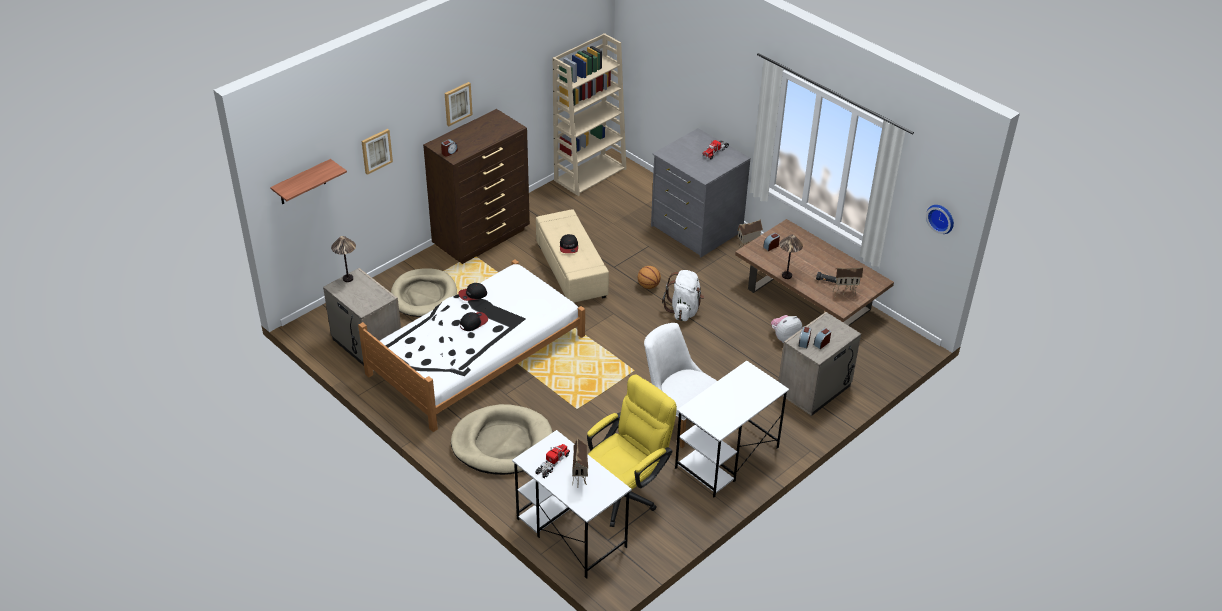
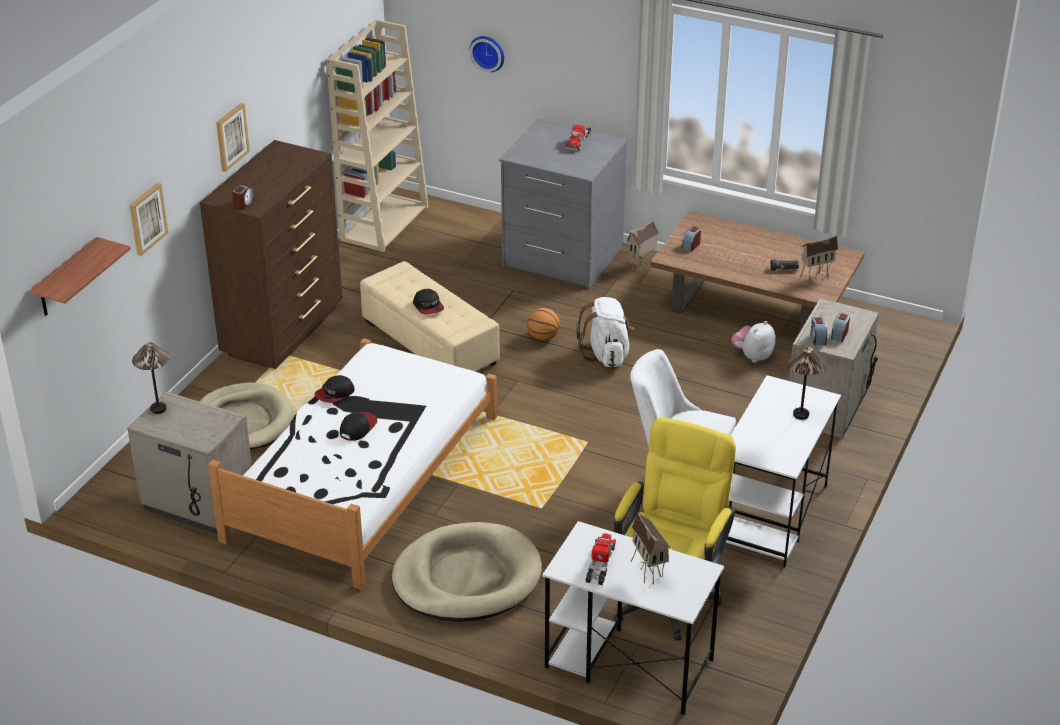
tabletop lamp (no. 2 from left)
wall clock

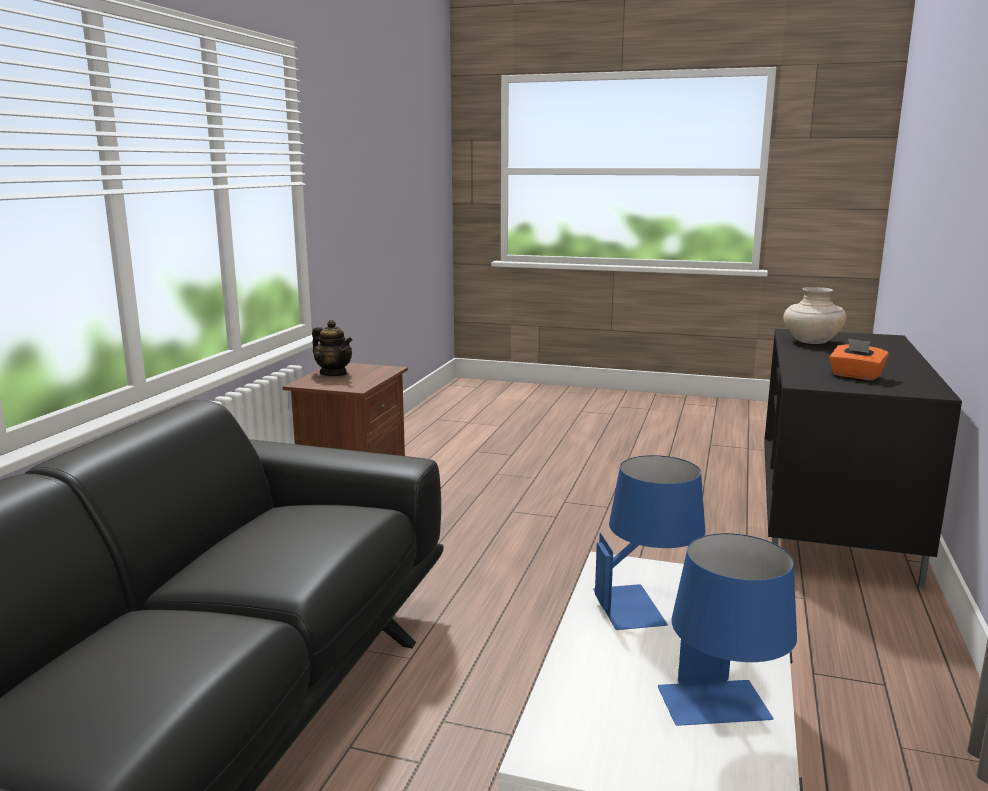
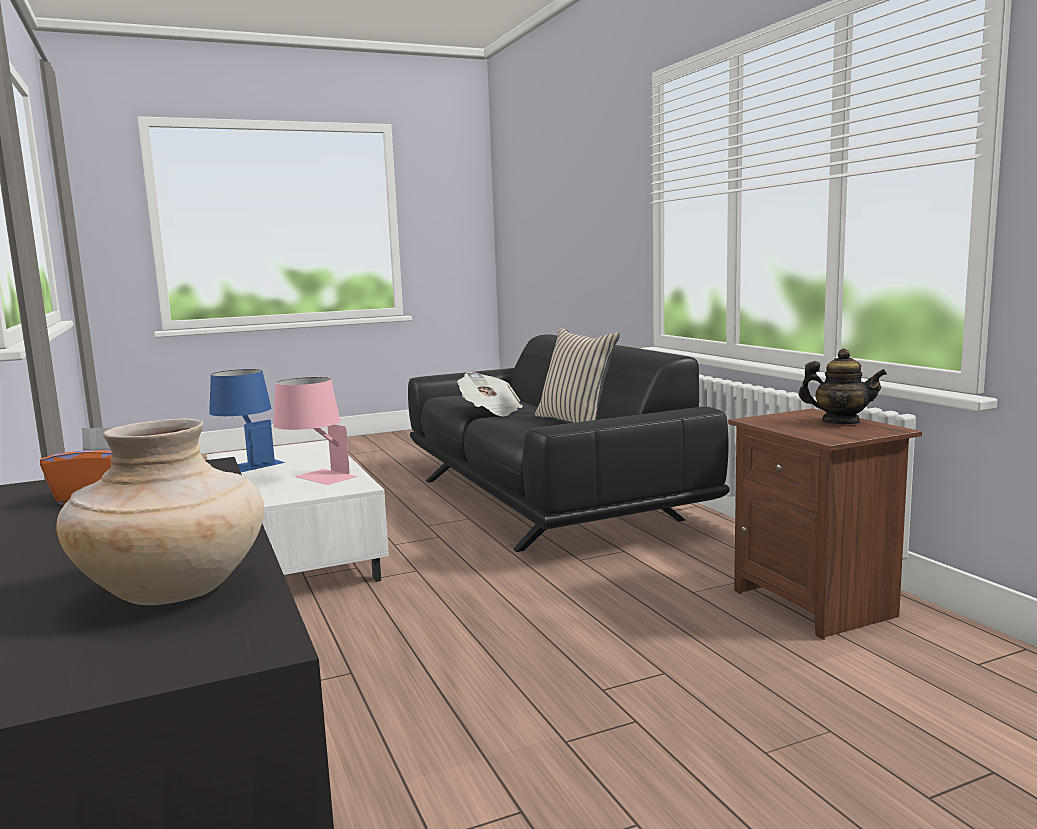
pot for tea
pinkish tabletop lamp
newspaper
beige-coloured pillow

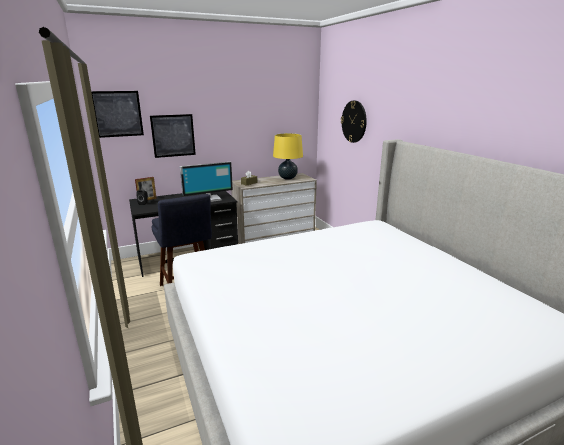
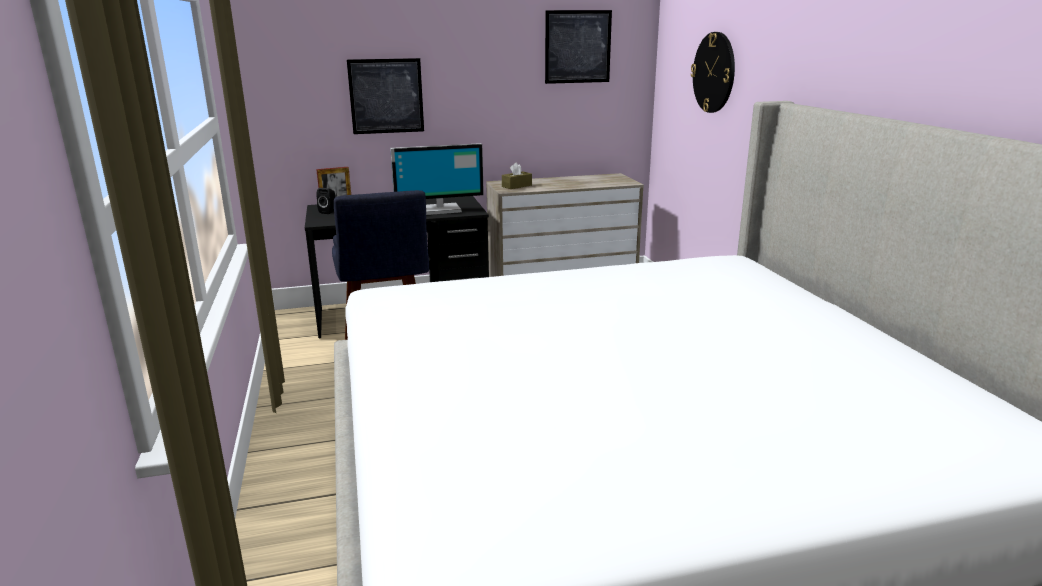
wall art (no. 2 from left)
yellowish tabletop lamp

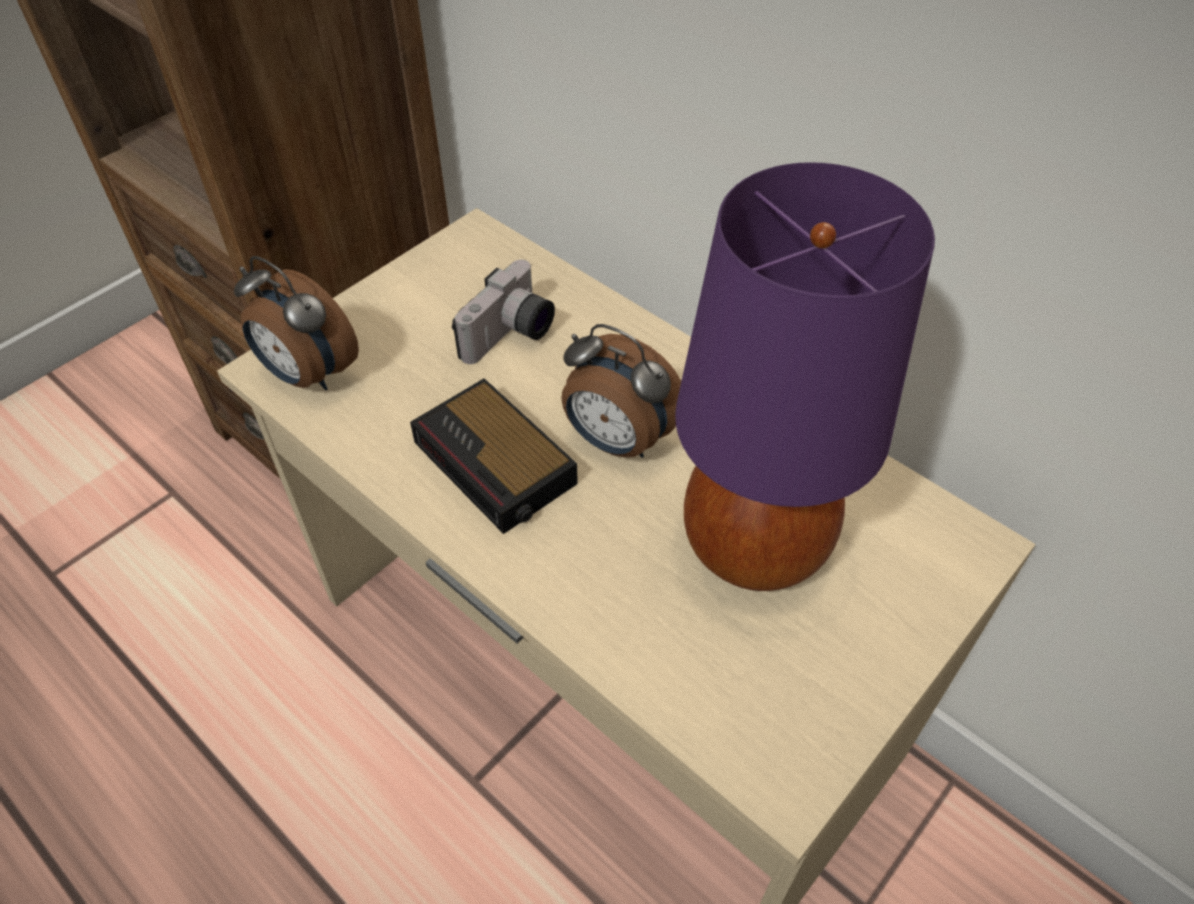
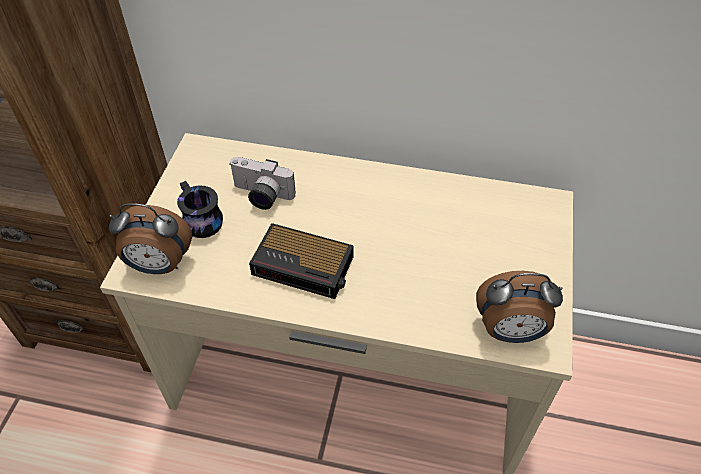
photo camera
alarm clock (no. 3 from left)
purplish tabletop lamp
blackish tea mug

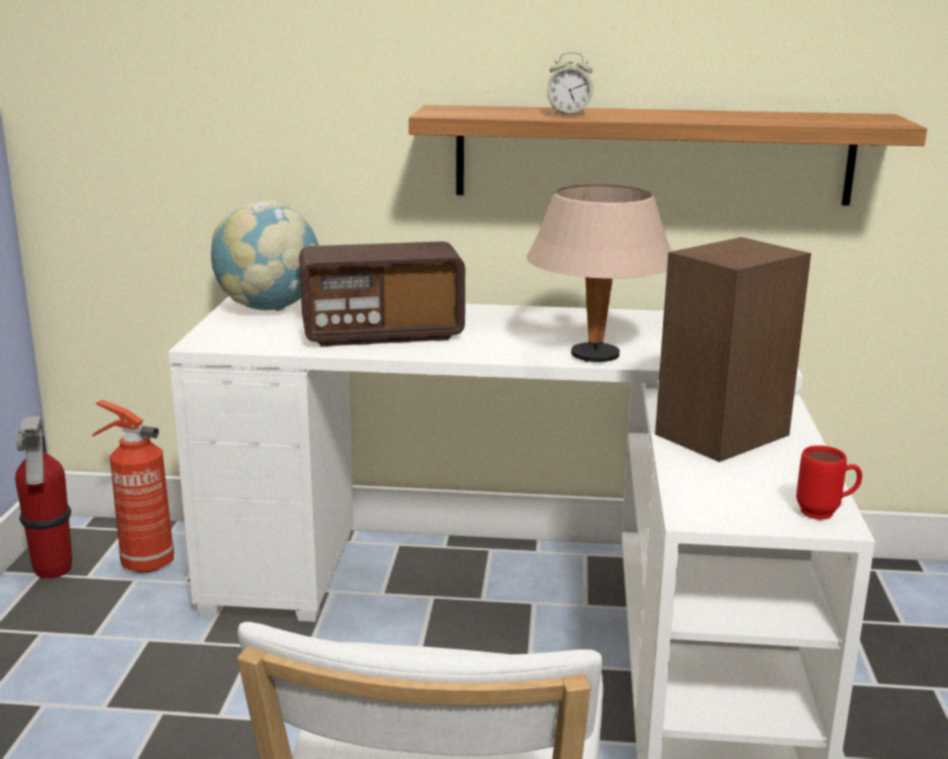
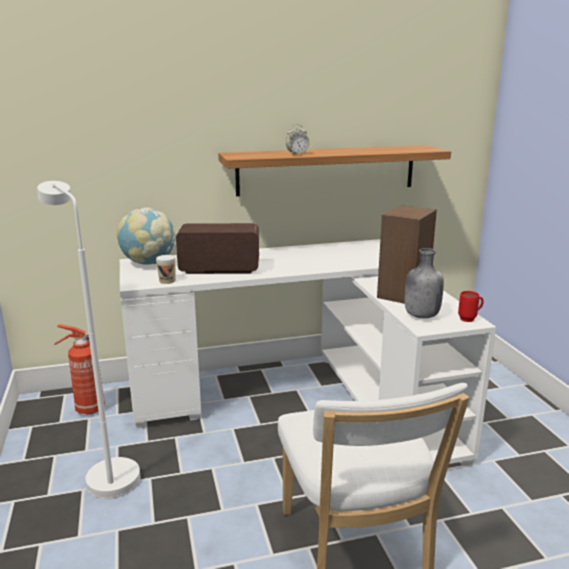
fire-fighting cylinder (no. 1 from left in the first image)
radio set
beige-coloured tabletop lamp
whitish standard lamp
drinking cup
gray drink bottle

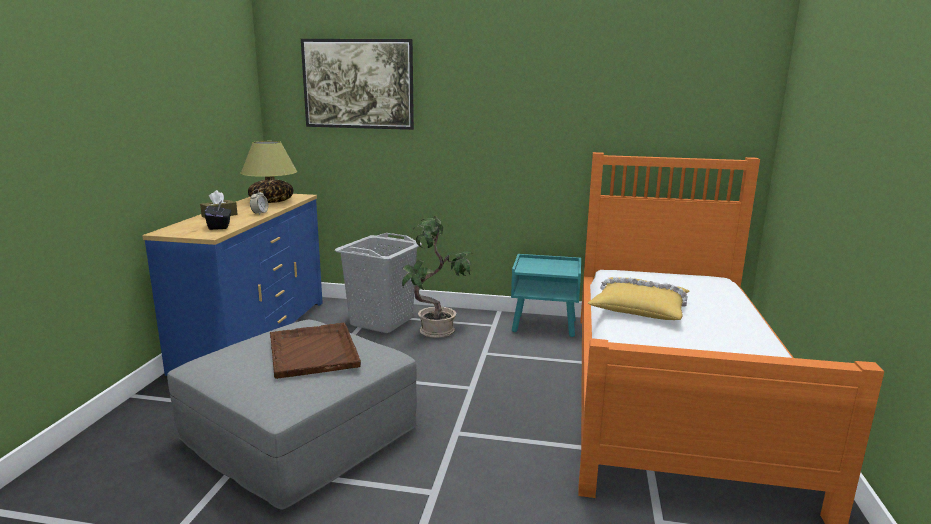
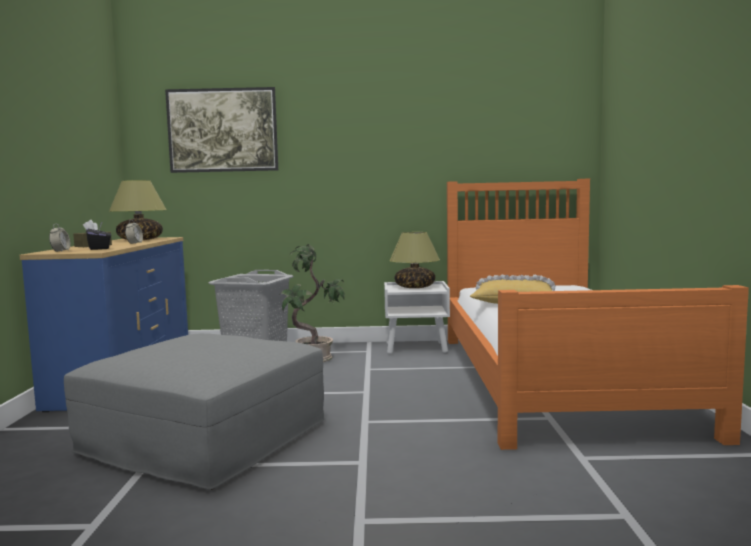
brown carrying tray
whitish nightstand
alarm clock (no. 1 from left)
tabletop lamp (no. 2 from left)

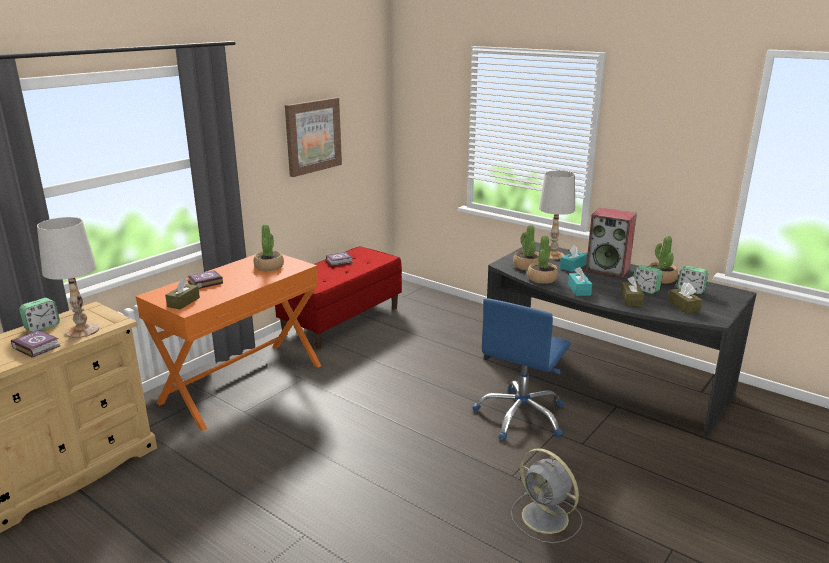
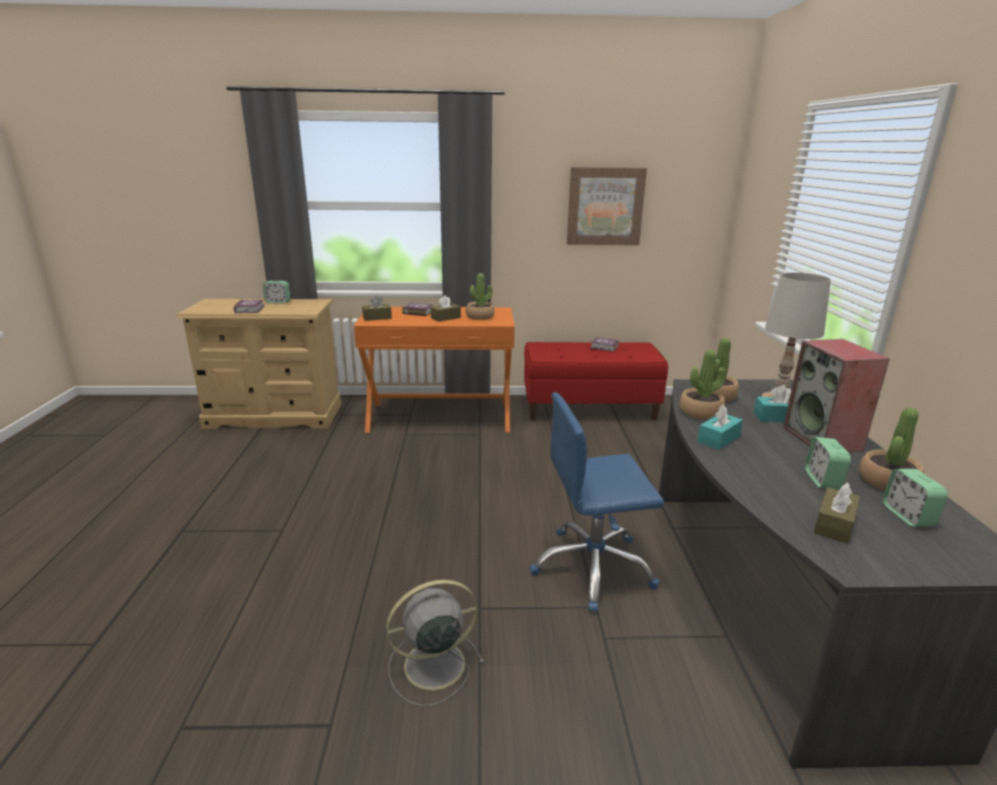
whitish tabletop lamp (no. 1 from left in the first image)
gray electric fan
brown box of tissues (no. 2 from left)

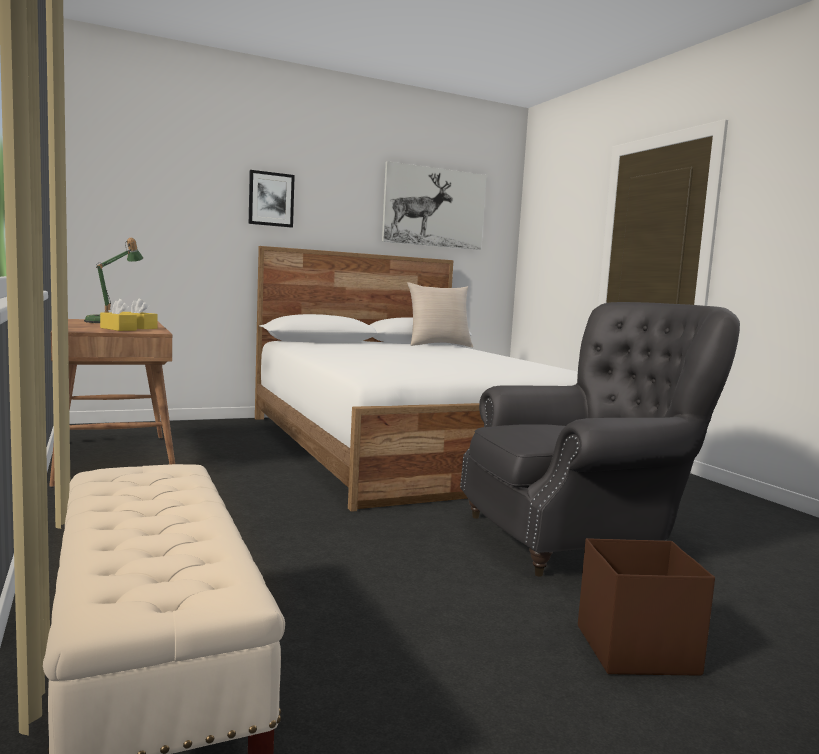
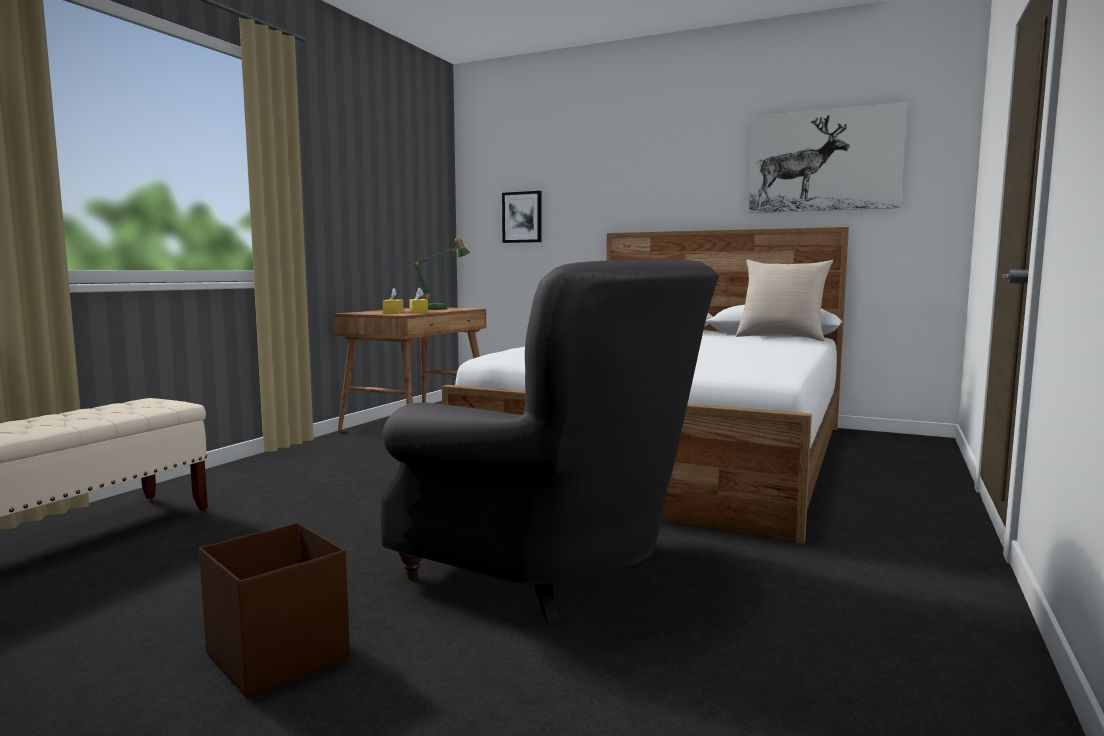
wall art (no. 1 from left)

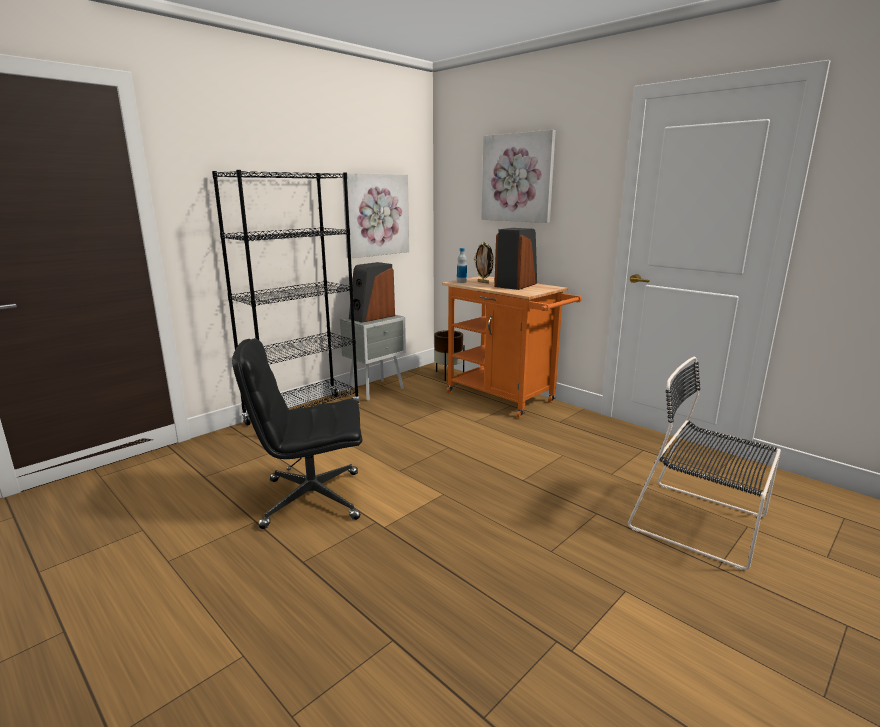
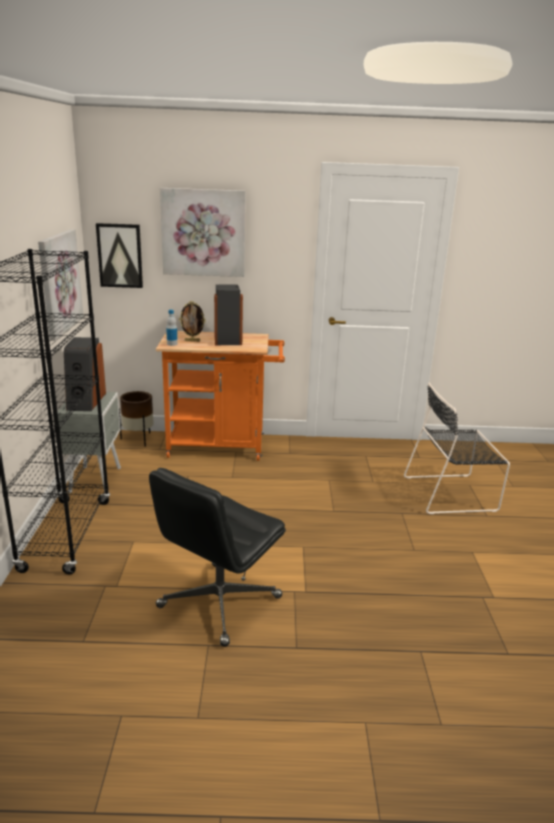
wall art (no. 2 from left)

